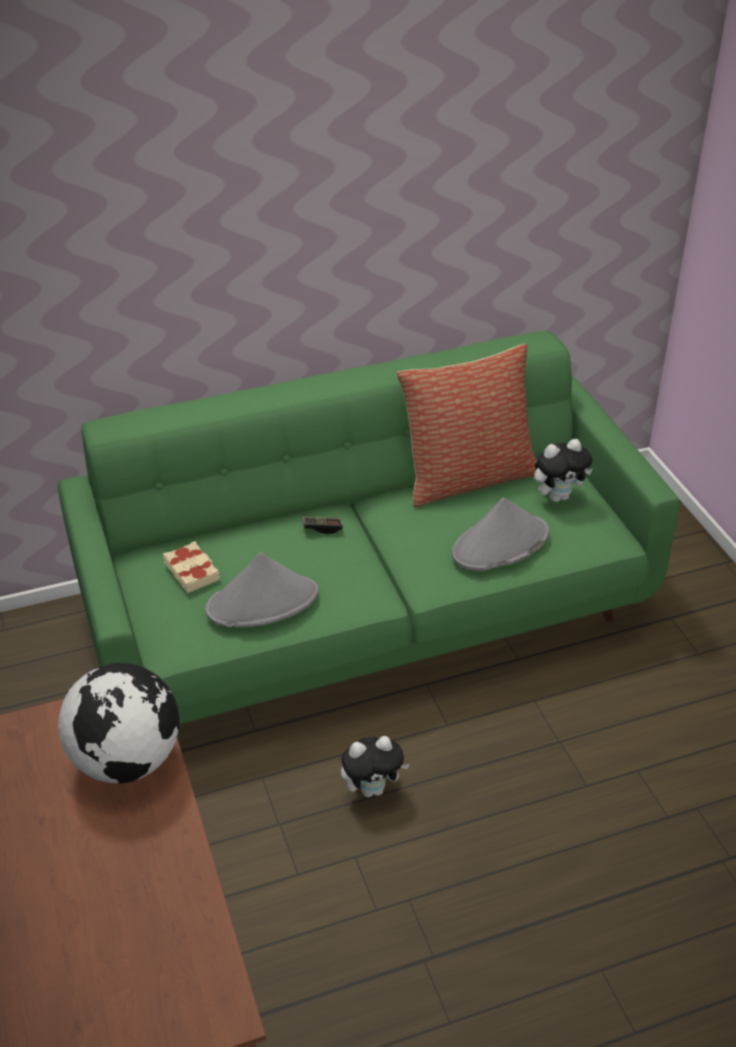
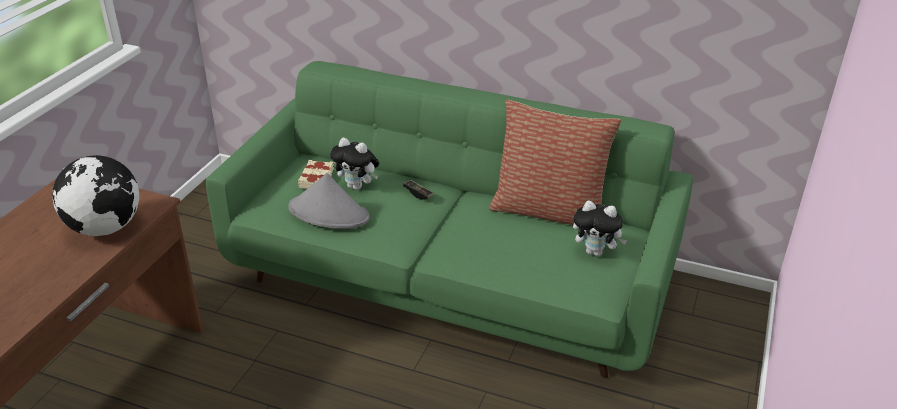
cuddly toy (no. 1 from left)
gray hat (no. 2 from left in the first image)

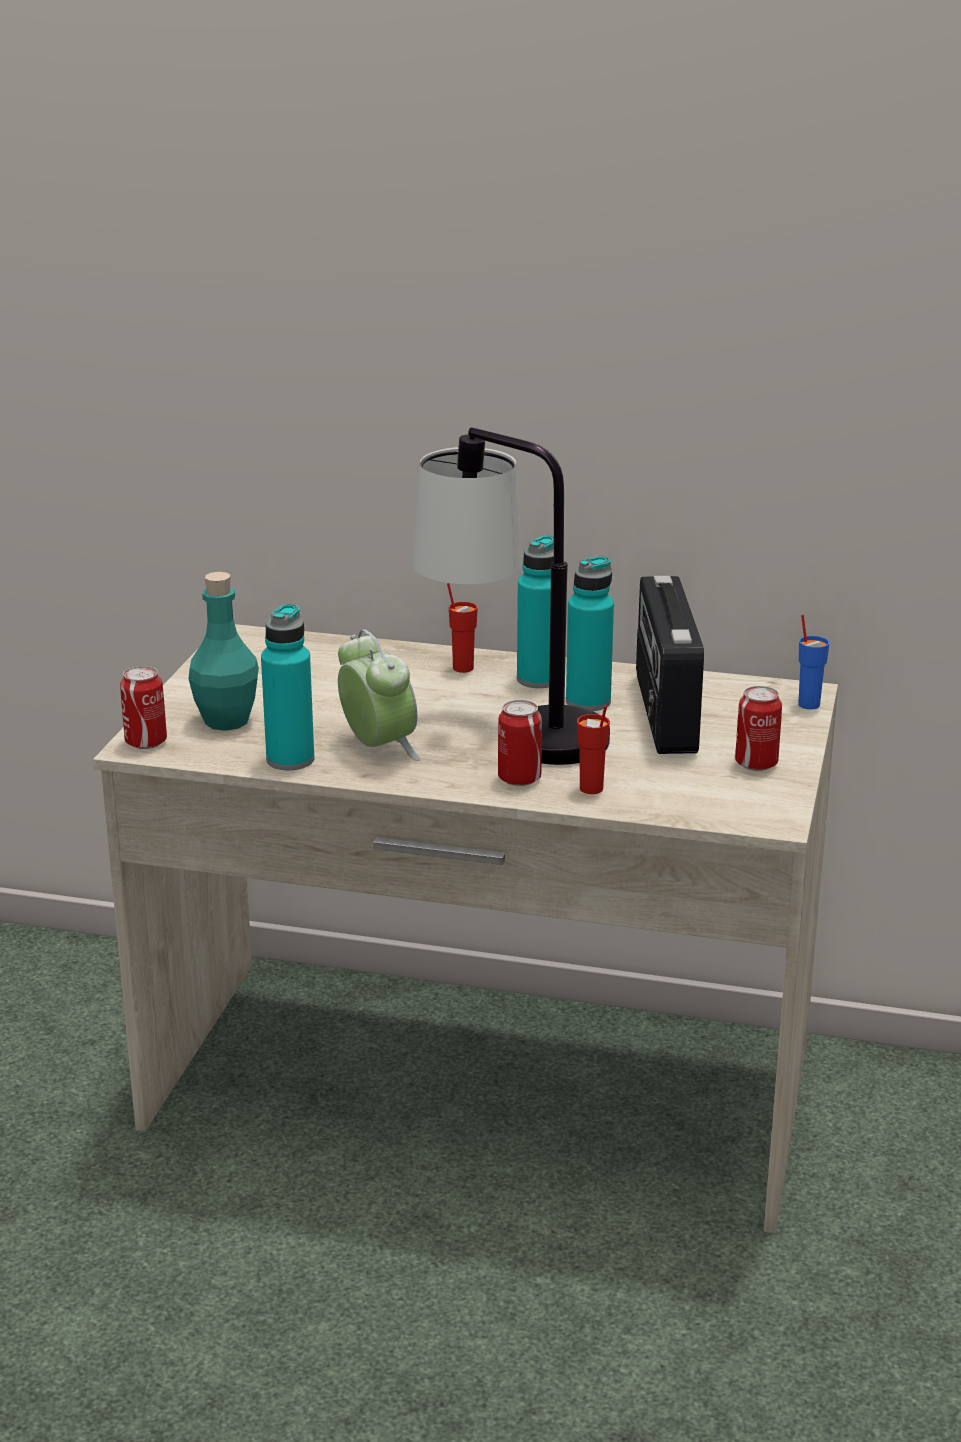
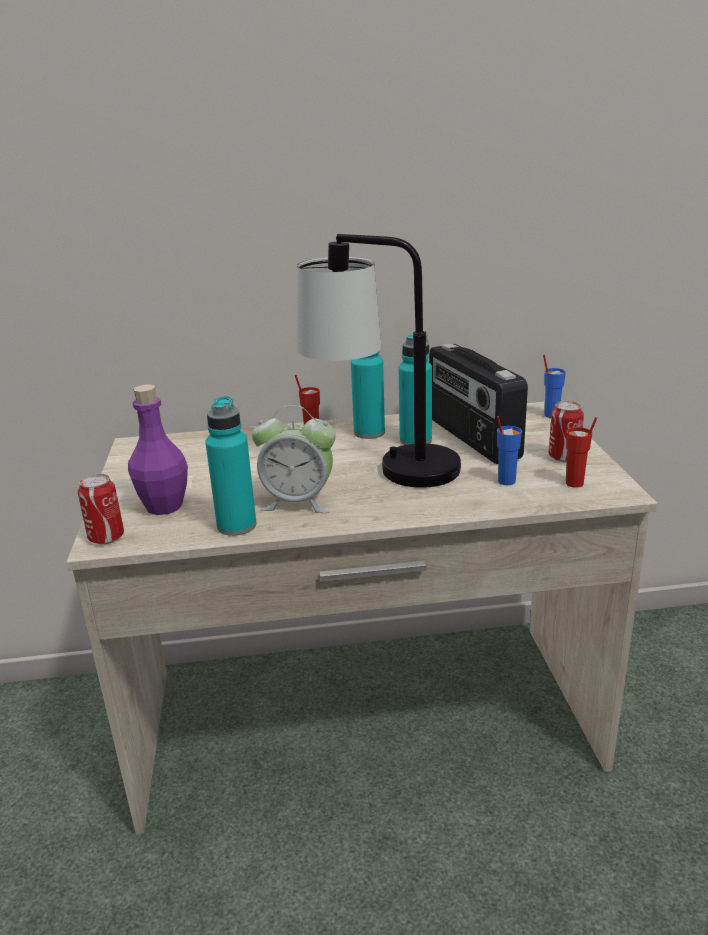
purplish drink bottle
alarm clock
sealed can (no. 2 from left in the first image)
red-coloured drinking cup (no. 2 from left)
bluish drinking cup (no. 1 from left)

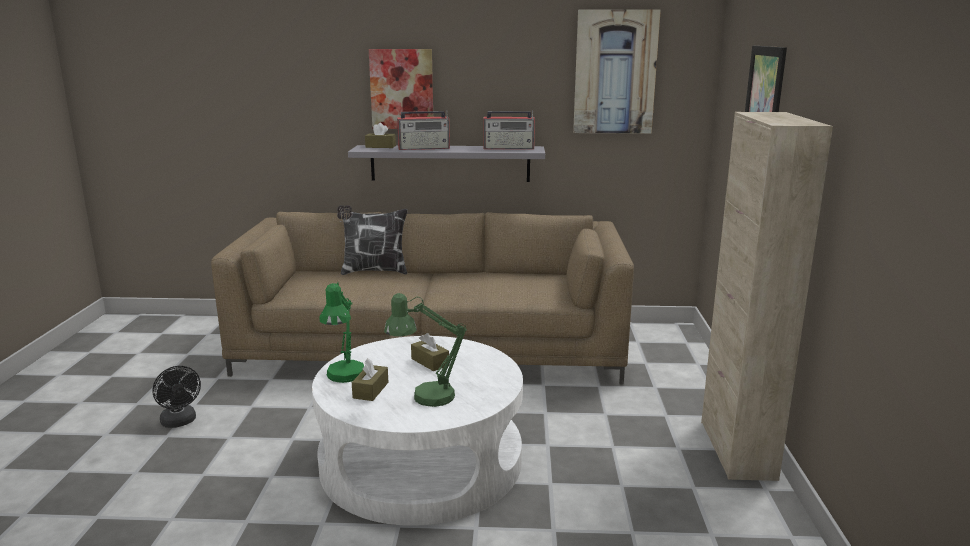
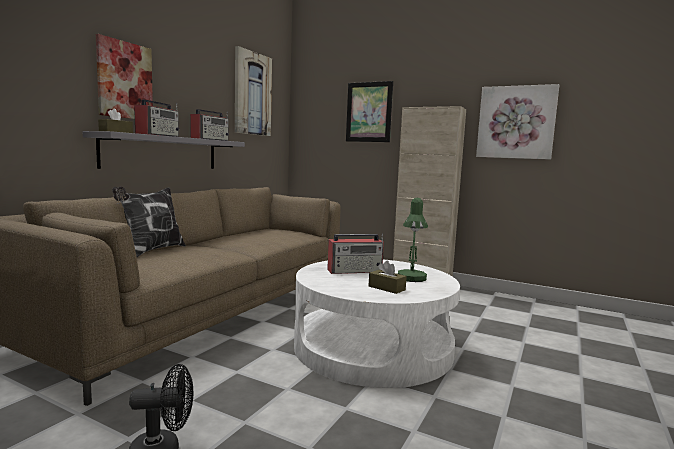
green tabletop lamp (no. 1 from left in the first image)
radio set (no. 3 from left)
wall art (no. 4 from left)

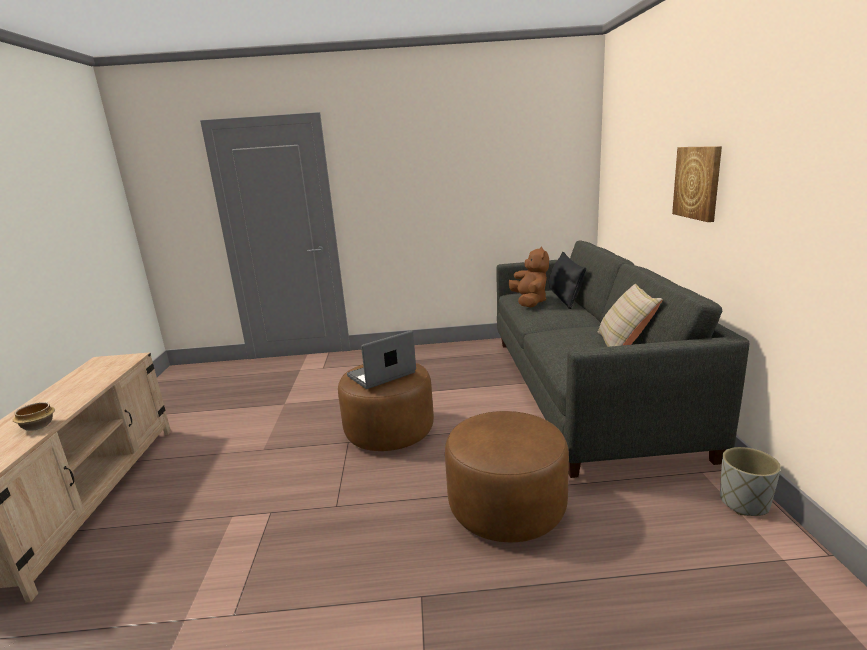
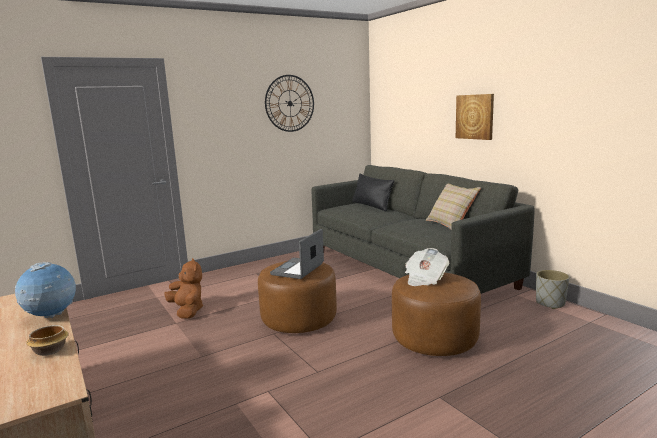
brown cuddly toy
desk globe
wall clock
newspaper

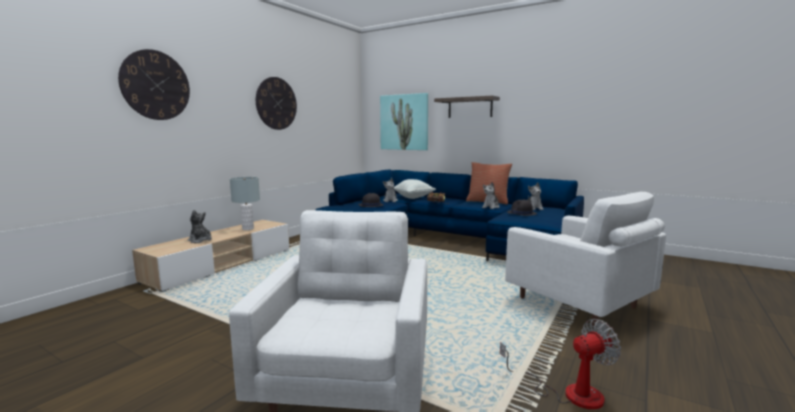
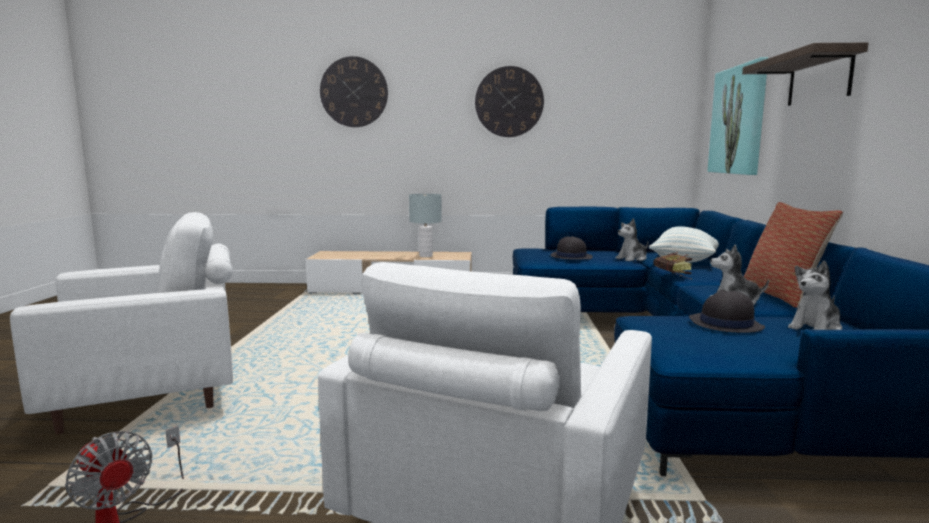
cuddly toy (no. 1 from left in the first image)

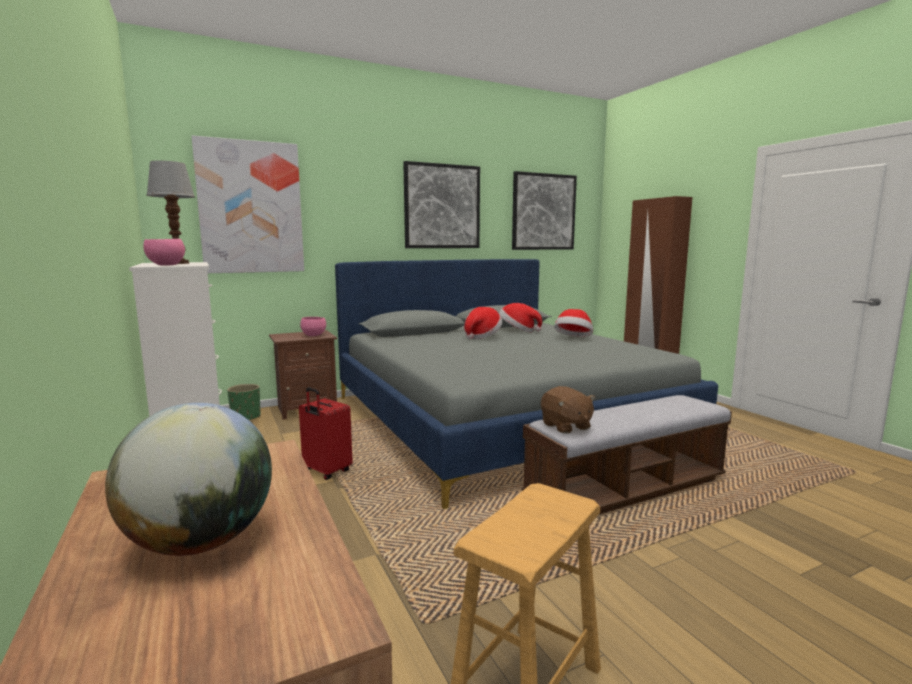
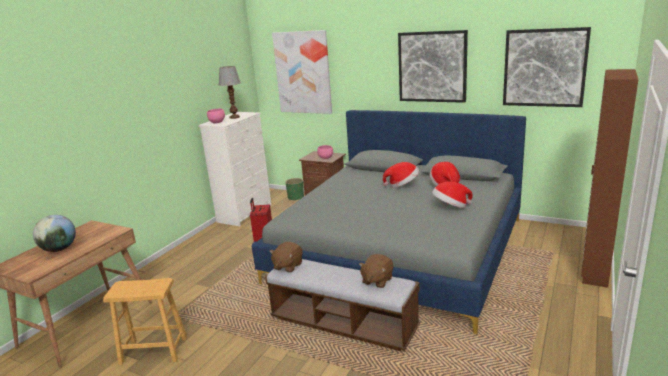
brown cuddly toy (no. 2 from left)

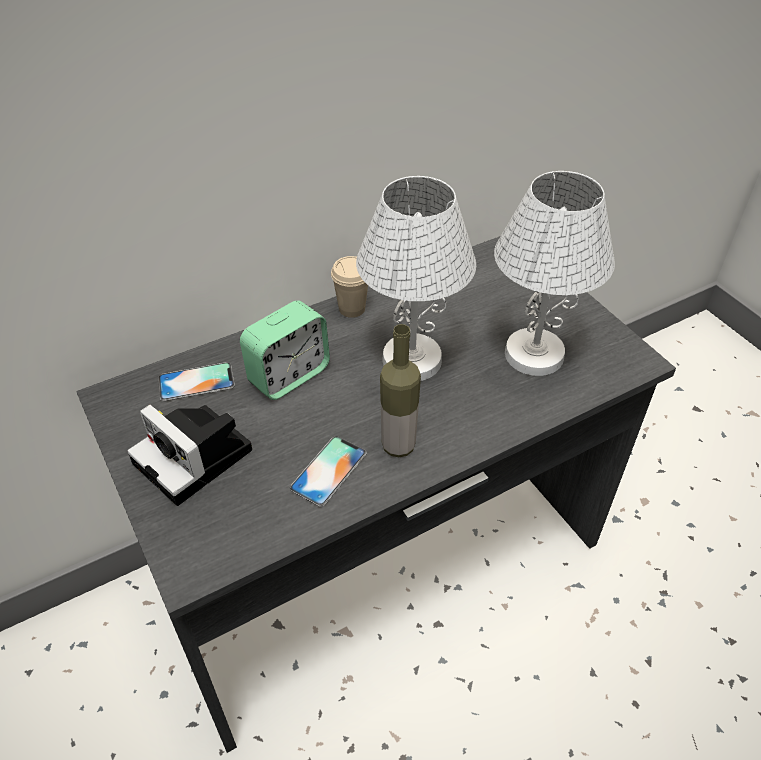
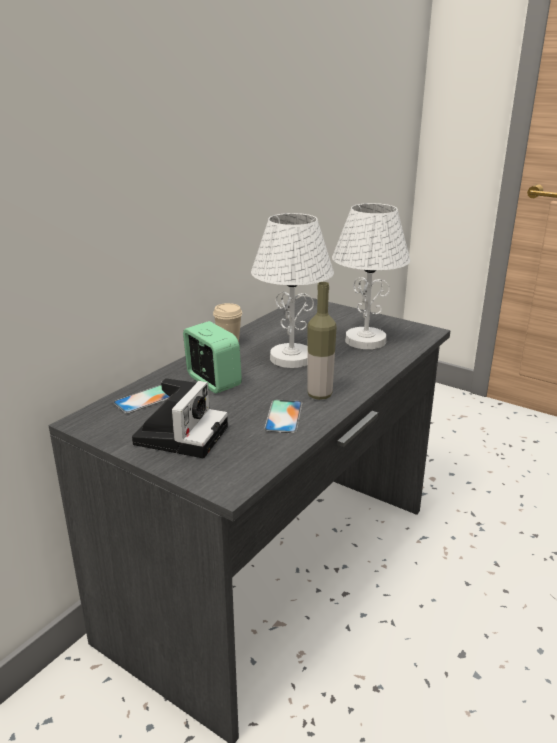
photo camera
alarm clock

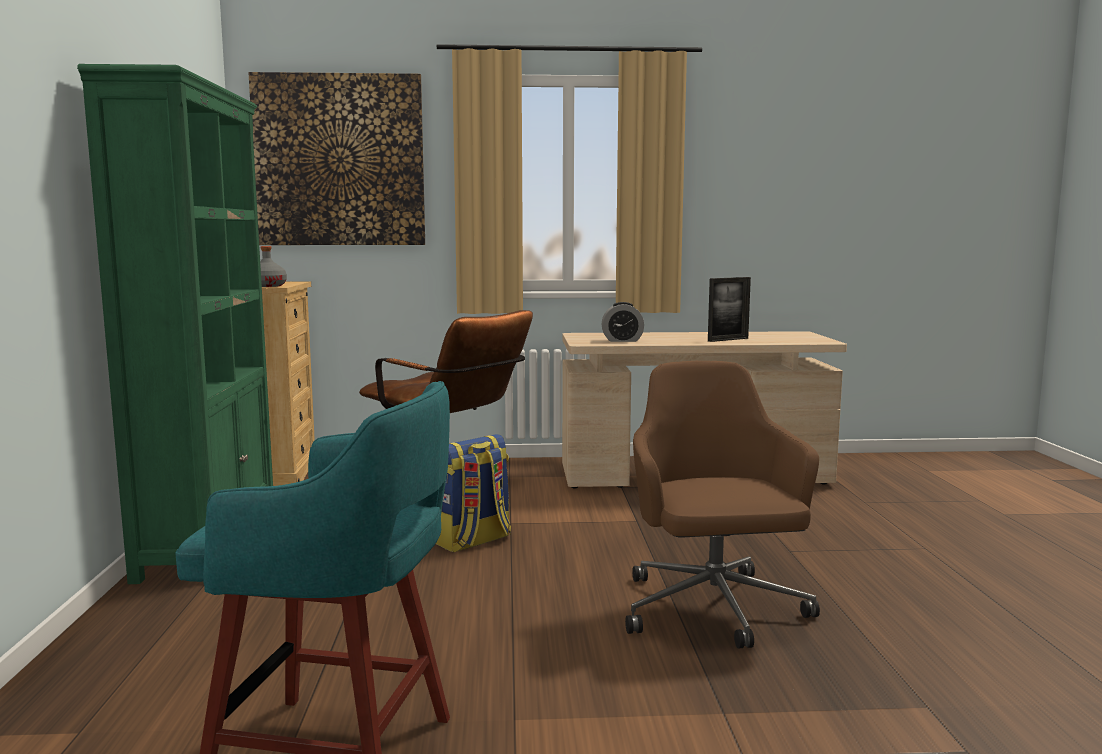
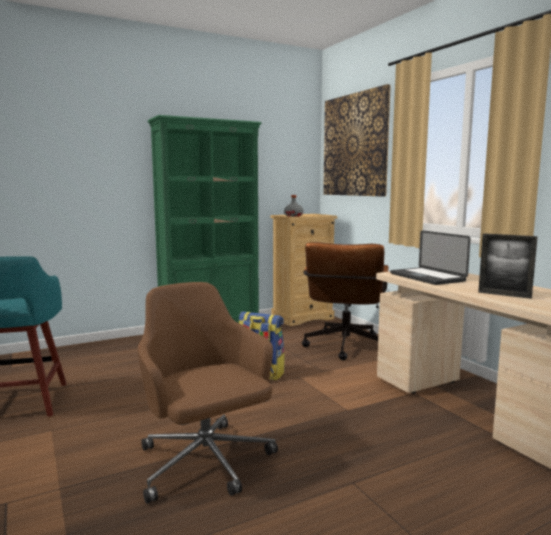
laptop
brown desk chair (no. 1 from left)

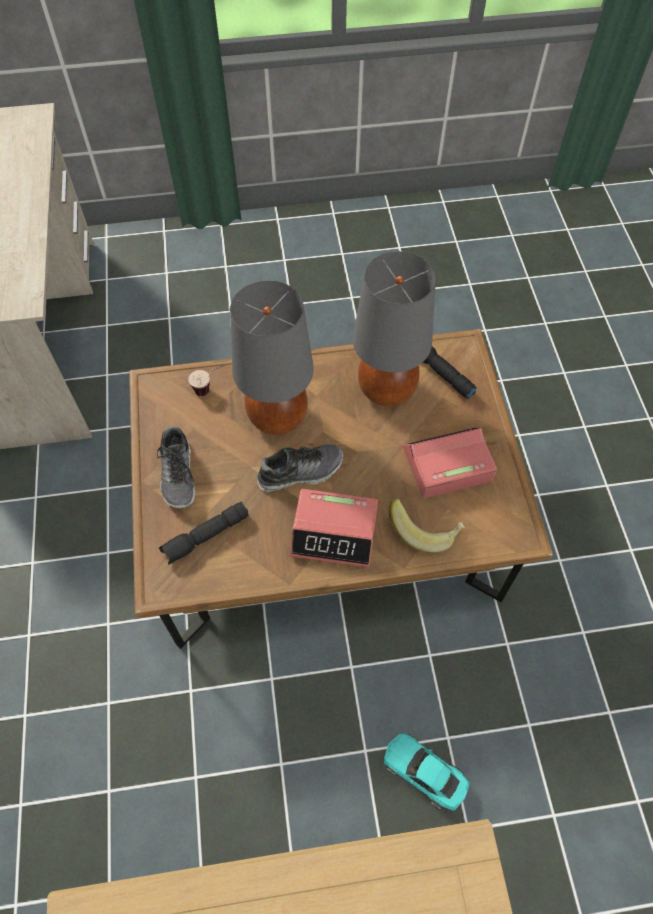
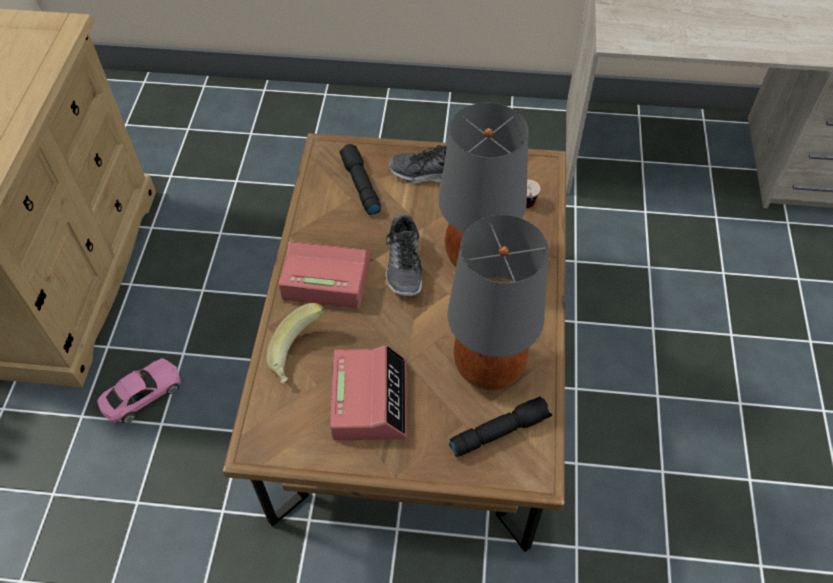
alarm clock (no. 1 from left)
pinkish toy car

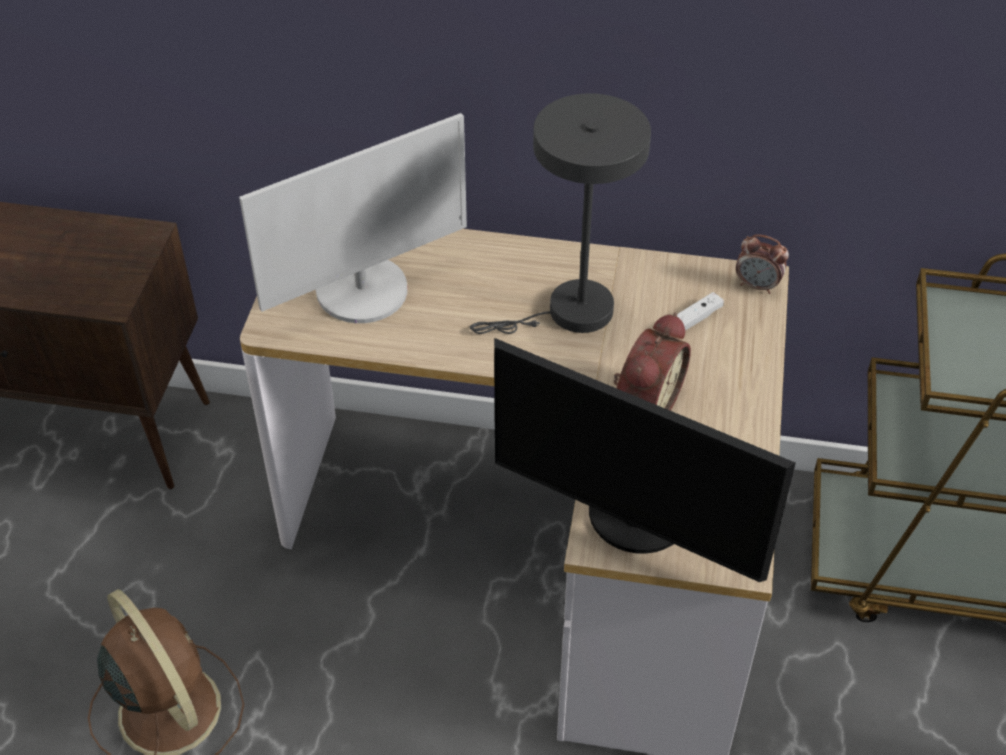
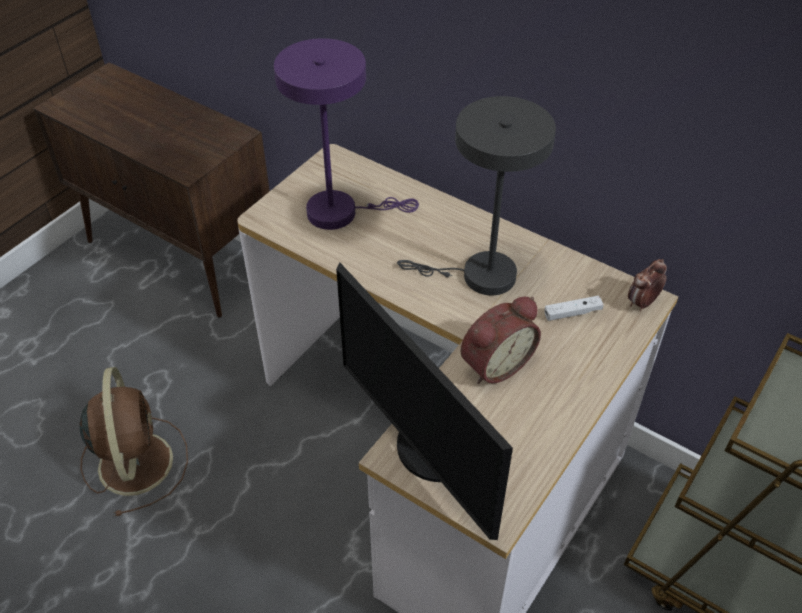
purplish tabletop lamp
alarm clock (no. 2 from left)

